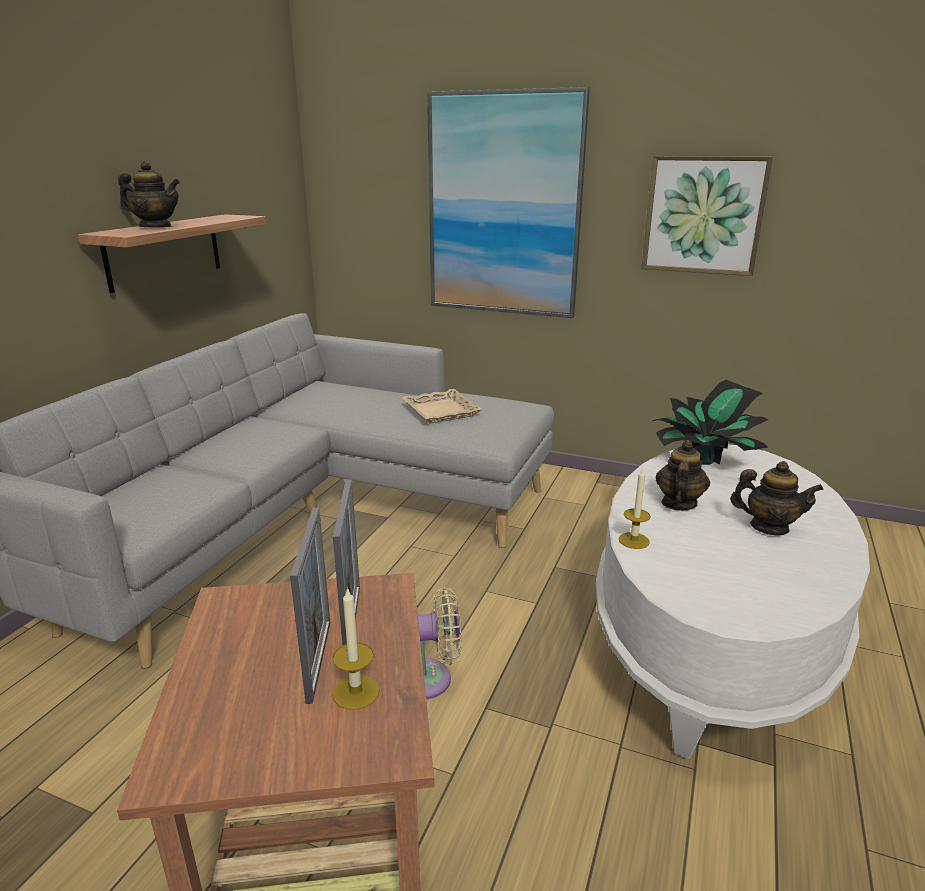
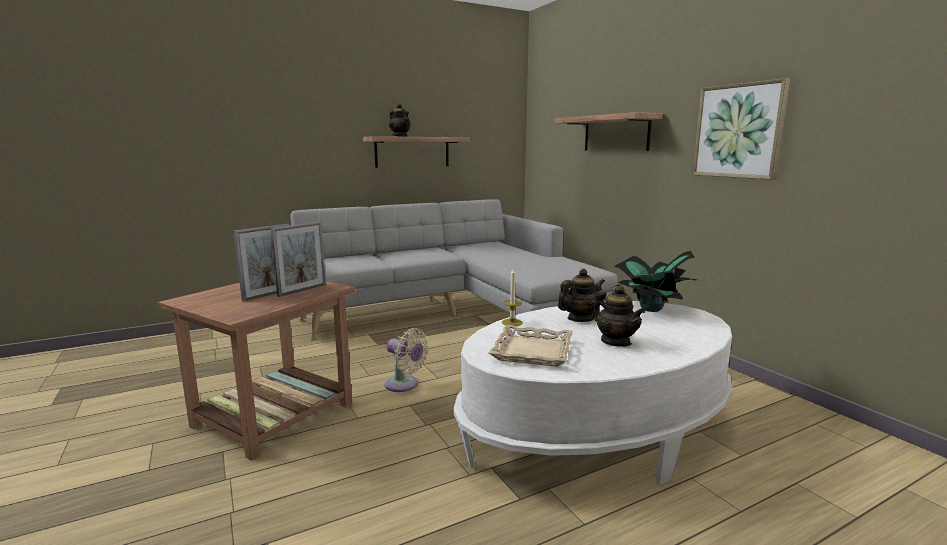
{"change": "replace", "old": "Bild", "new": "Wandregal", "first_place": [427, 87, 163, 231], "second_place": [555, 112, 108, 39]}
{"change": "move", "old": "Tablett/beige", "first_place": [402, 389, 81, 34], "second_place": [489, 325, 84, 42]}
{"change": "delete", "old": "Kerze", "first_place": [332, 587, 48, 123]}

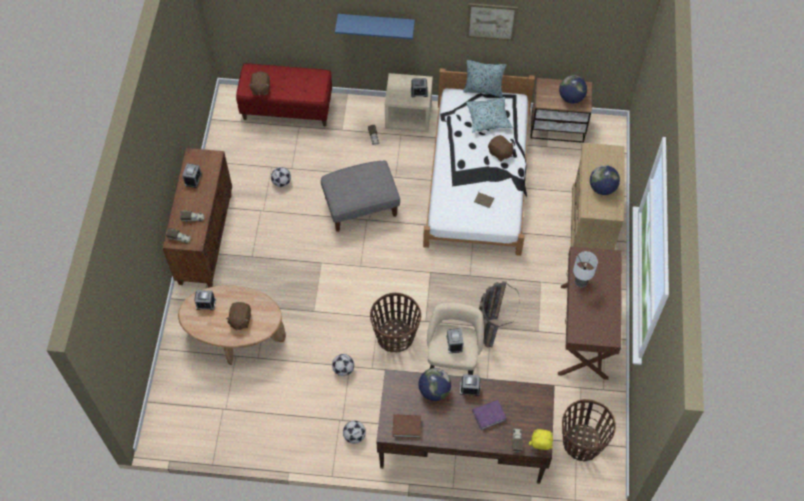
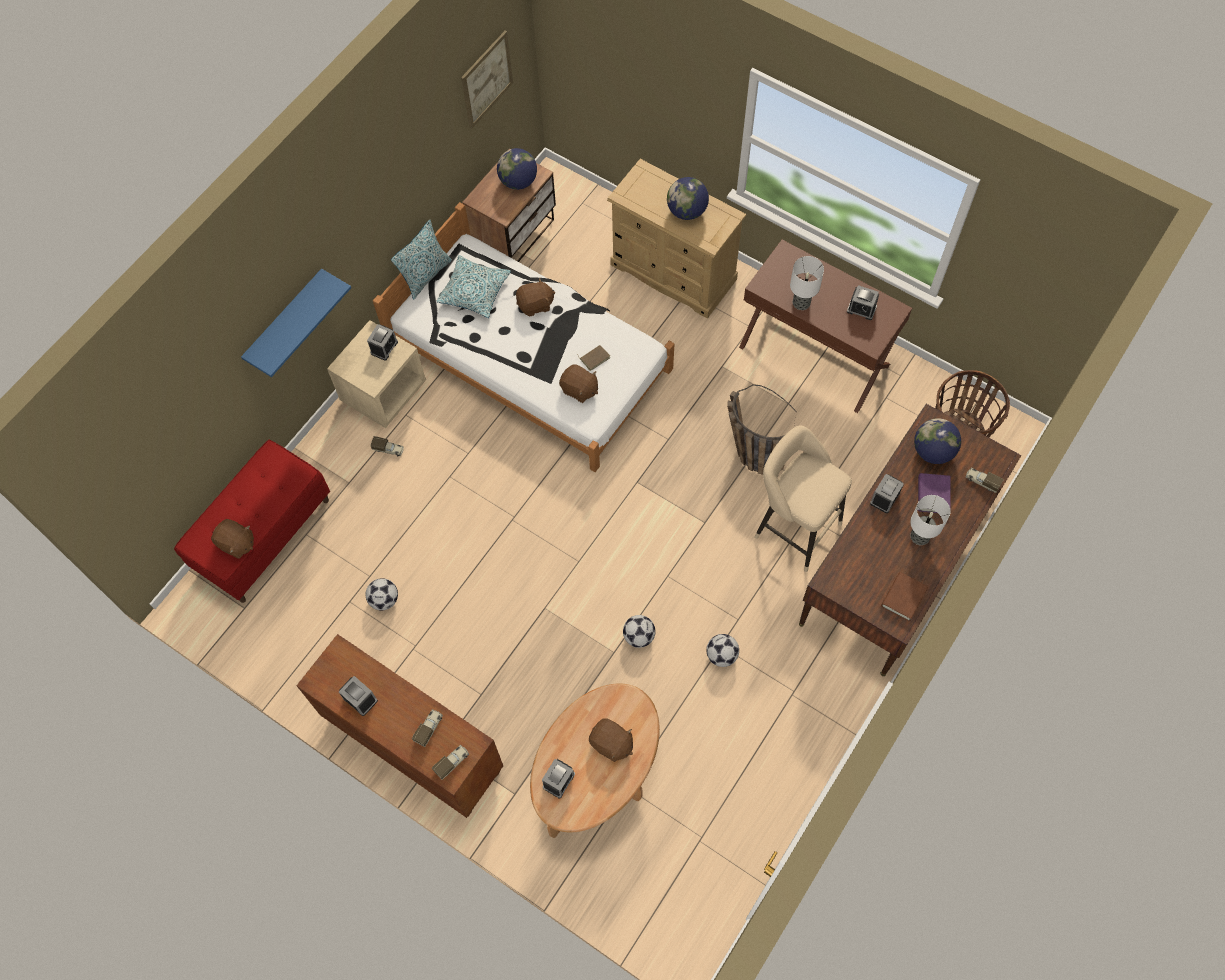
{"change": "move", "old": "Bild", "first_place": [466, 3, 52, 38], "second_place": [461, 31, 52, 98]}
{"change": "delete", "old": "Polsterhocker/grau", "first_place": [321, 161, 79, 71]}
{"change": "delete", "old": "Korb", "first_place": [370, 293, 51, 60]}
{"change": "move", "old": "Wecker", "first_place": [447, 328, 16, 25], "second_place": [847, 285, 32, 35]}
{"change": "move", "old": "Globus", "first_place": [418, 368, 33, 33], "second_place": [914, 418, 47, 46]}
{"change": "move", "old": "Fußball", "first_place": [343, 421, 23, 23], "second_place": [623, 615, 32, 33]}
{"change": "delete", "old": "Plüschtier/gelb", "first_place": [529, 429, 24, 21]}
{"change": "insert", "new": "Plüschtier/braun", "second_place": [559, 364, 39, 39]}
{"change": "insert", "new": "Tischlampe", "second_place": [910, 495, 40, 50]}

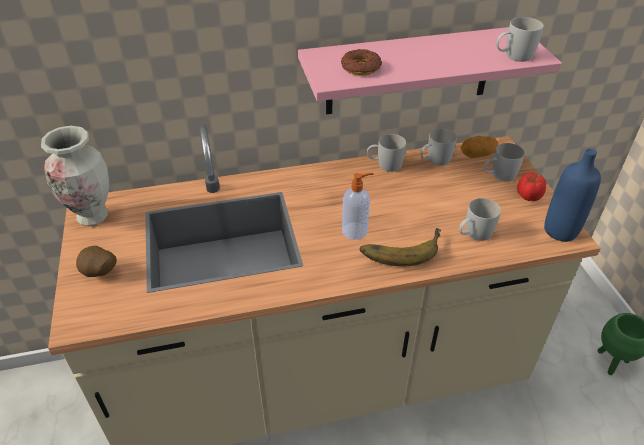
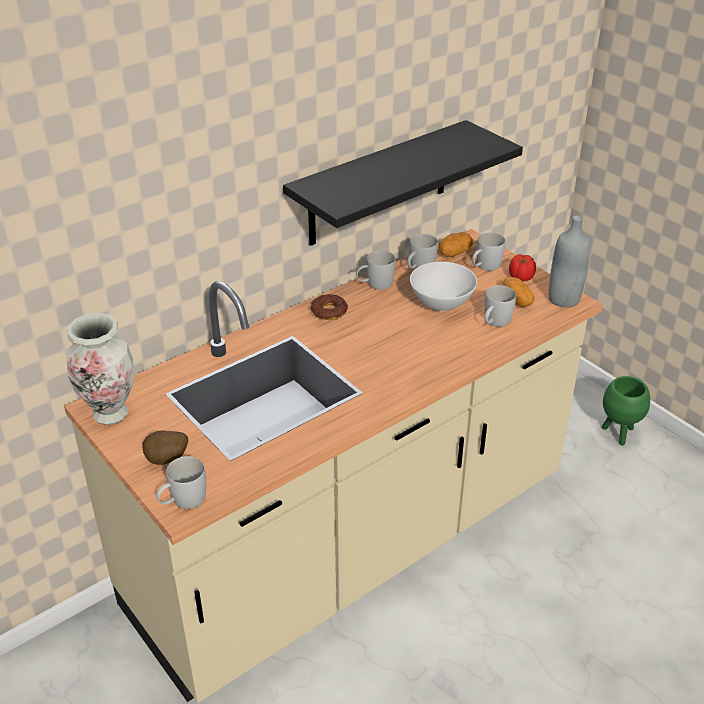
{"change": "move", "old": "Henkelbecher/weiß", "first_place": [496, 17, 48, 45], "second_place": [156, 456, 50, 53]}
{"change": "recolor", "old": "Wandregal/rosa", "new": "Wandregal/schwarz", "first_place": [298, 27, 264, 87], "second_place": [283, 120, 240, 126]}
{"change": "move", "old": "Donut", "first_place": [341, 49, 41, 26], "second_place": [311, 294, 37, 26]}
{"change": "recolor", "old": "Flasche/blau", "new": "Flasche/grau", "first_place": [544, 149, 57, 93], "second_place": [549, 216, 41, 92]}
{"change": "delete", "old": "Seifenspender", "first_place": [342, 173, 32, 67]}
{"change": "delete", "old": "Banane", "first_place": [360, 228, 81, 39]}
{"change": "insert", "new": "Schüssel/weiß", "second_place": [410, 262, 67, 49]}
{"change": "insert", "new": "Kartoffel", "second_place": [503, 277, 31, 30]}

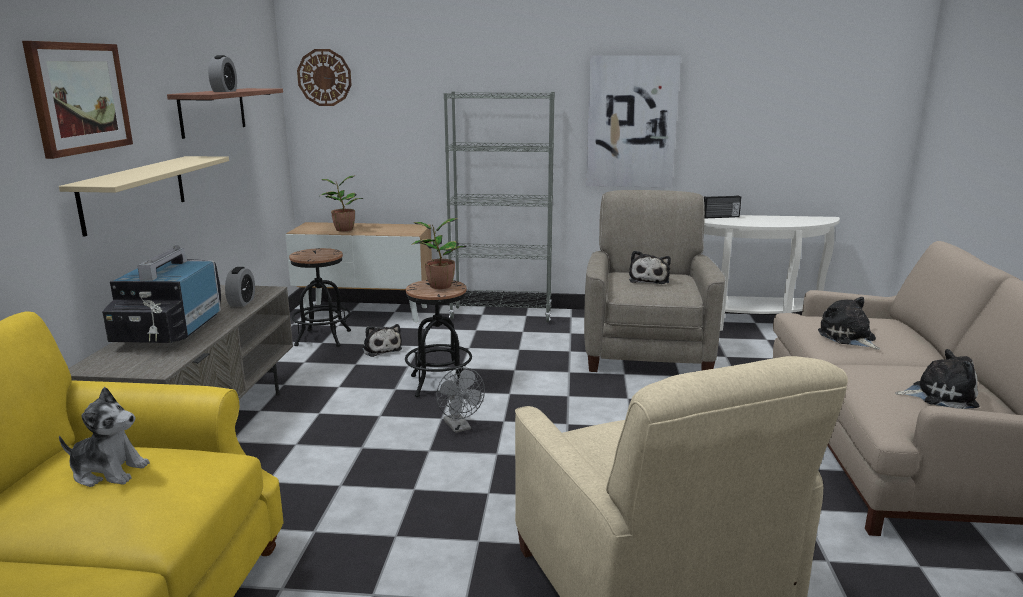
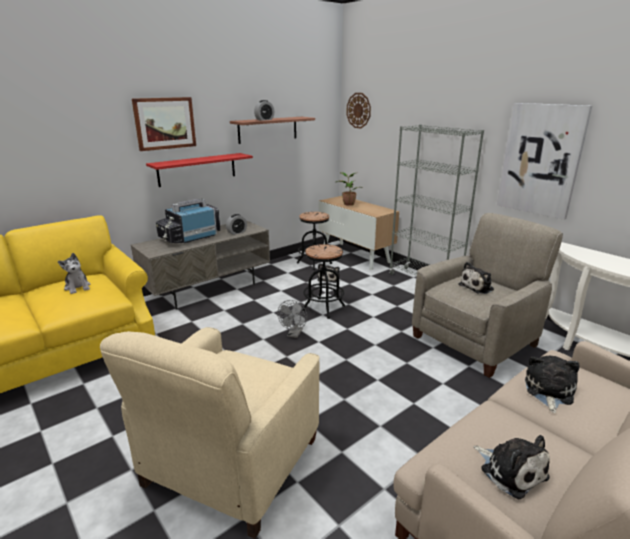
{"change": "recolor", "old": "Wandregal/beige", "new": "Wandregal/rot", "first_place": [59, 156, 170, 81], "second_place": [146, 153, 107, 34]}
{"change": "delete", "old": "Radio", "first_place": [704, 195, 37, 23]}
{"change": "delete", "old": "Topfpflanze", "first_place": [411, 218, 55, 71]}

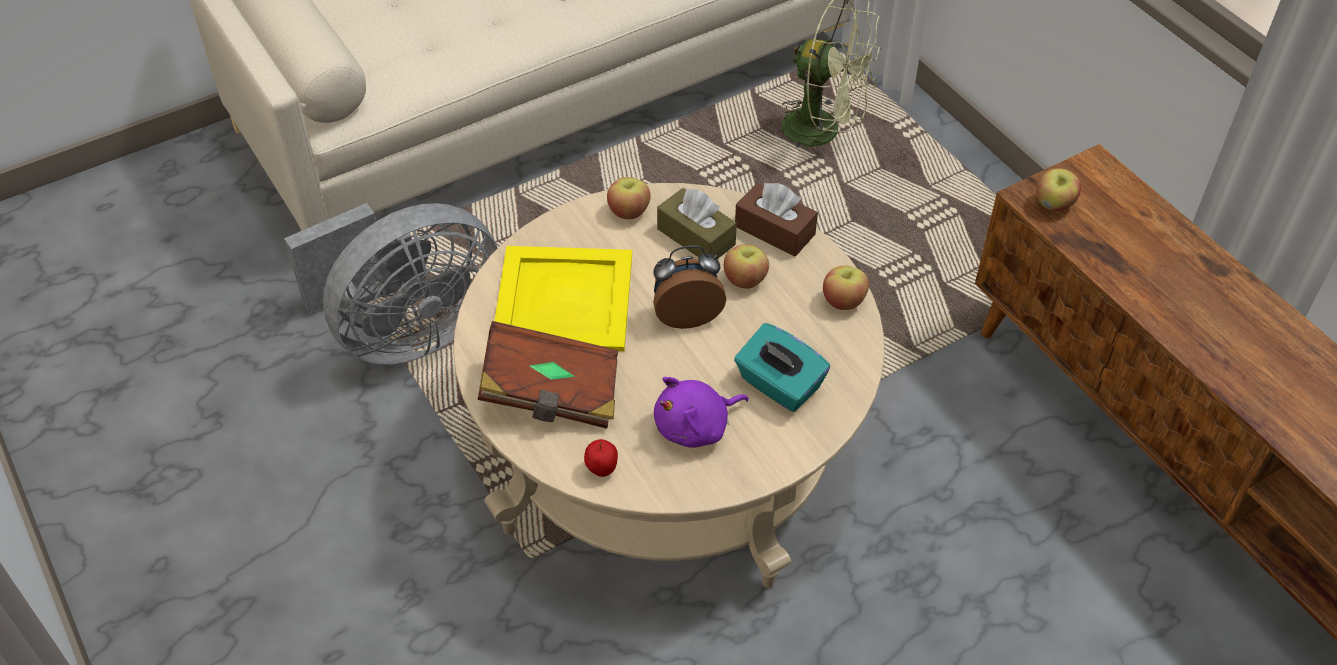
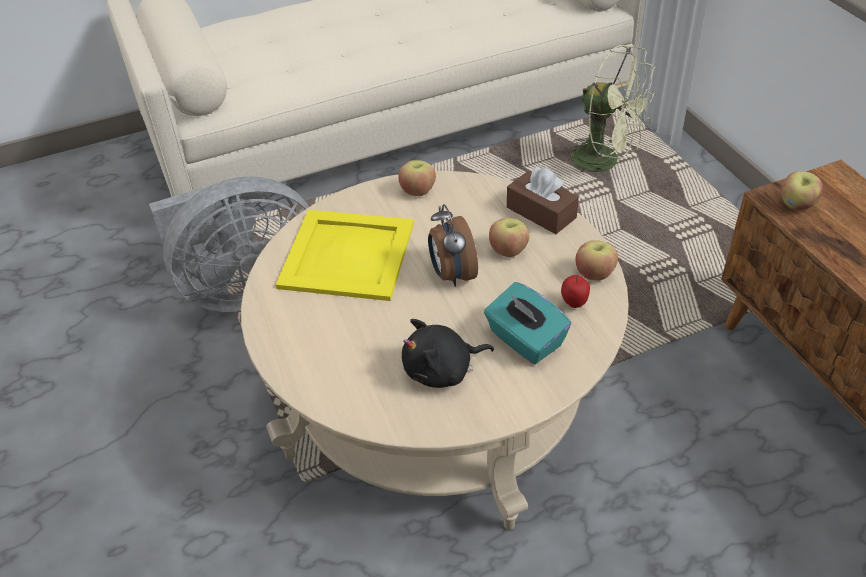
{"change": "delete", "old": "Taschentuchbox/braun", "first_place": [657, 188, 80, 71]}
{"change": "rotate", "old": "Wecker", "first_place": [653, 246, 73, 83], "second_place": [428, 204, 50, 83], "degrees": -105}
{"change": "delete", "old": "Buch/braun", "first_place": [478, 321, 140, 108]}
{"change": "recolor", "old": "Plüschtier/lila", "new": "Plüschtier/schwarz", "first_place": [654, 377, 95, 70], "second_place": [402, 319, 92, 69]}
{"change": "move", "old": "Apfel", "first_place": [584, 439, 34, 38], "second_place": [561, 275, 29, 33]}

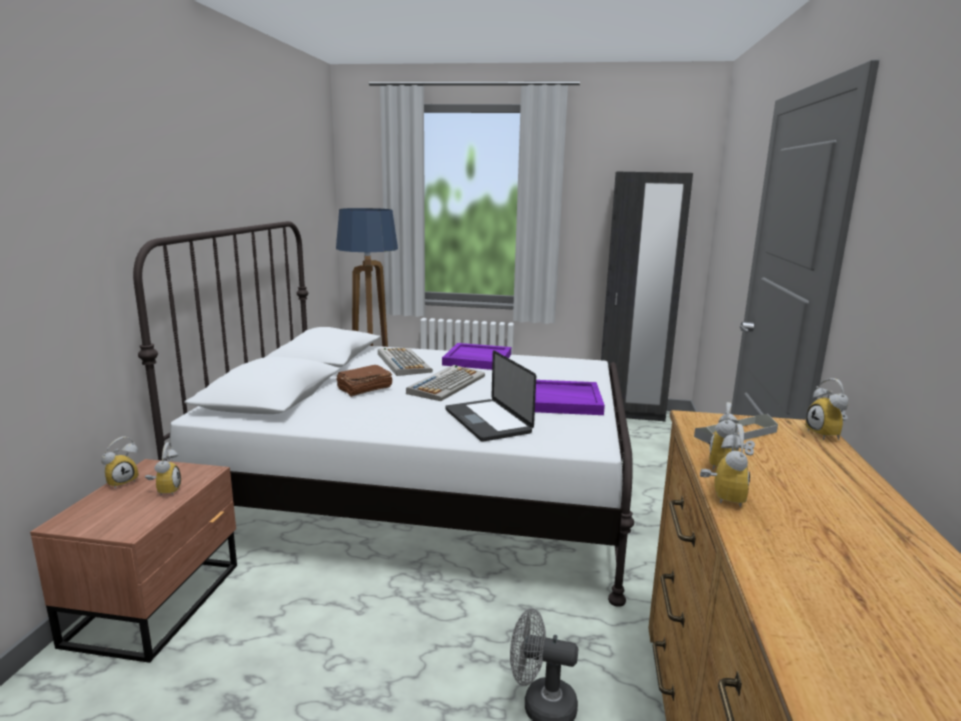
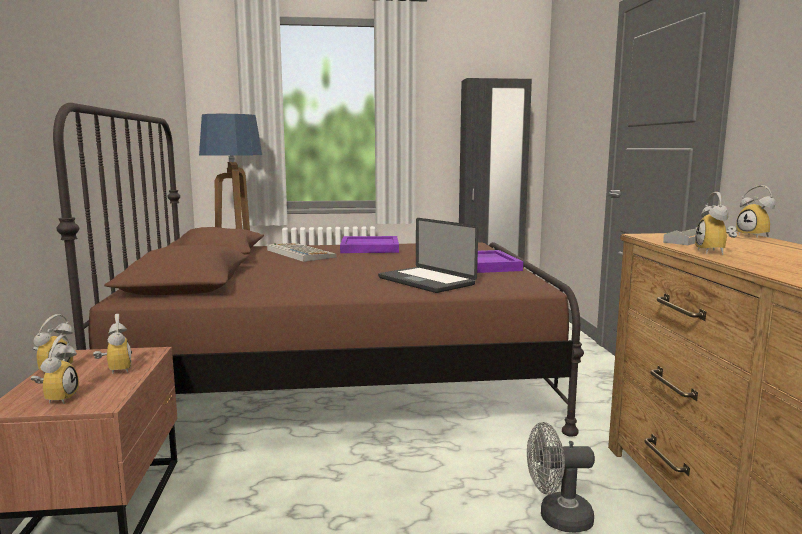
{"change": "recolor", "old": "Bett/weiß", "new": "Bett/braun", "first_place": [133, 221, 501, 386], "second_place": [53, 103, 531, 334]}
{"change": "delete", "old": "Buch/braun", "first_place": [336, 365, 56, 32]}
{"change": "delete", "old": "Tastatur", "first_place": [406, 365, 79, 36]}
{"change": "move", "old": "Wecker", "first_place": [700, 424, 50, 83], "second_place": [31, 335, 48, 69]}

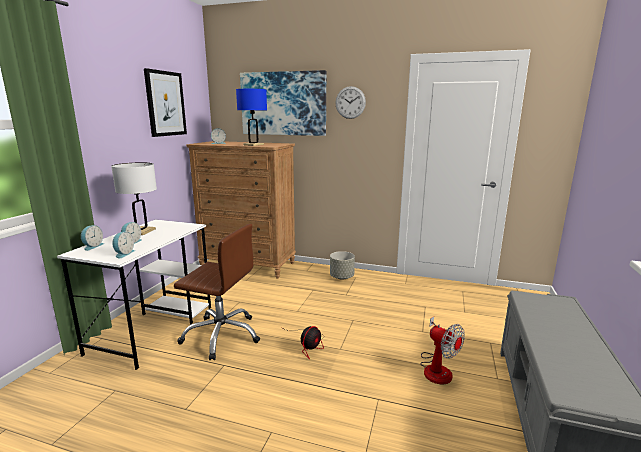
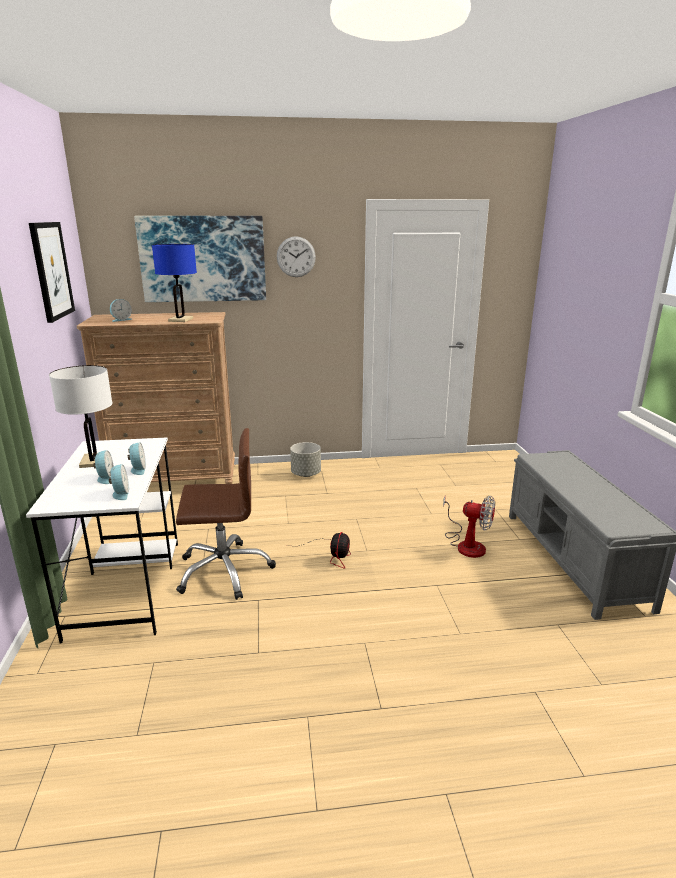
{"change": "move", "old": "Wecker", "first_place": [81, 225, 23, 26], "second_place": [128, 442, 18, 33]}

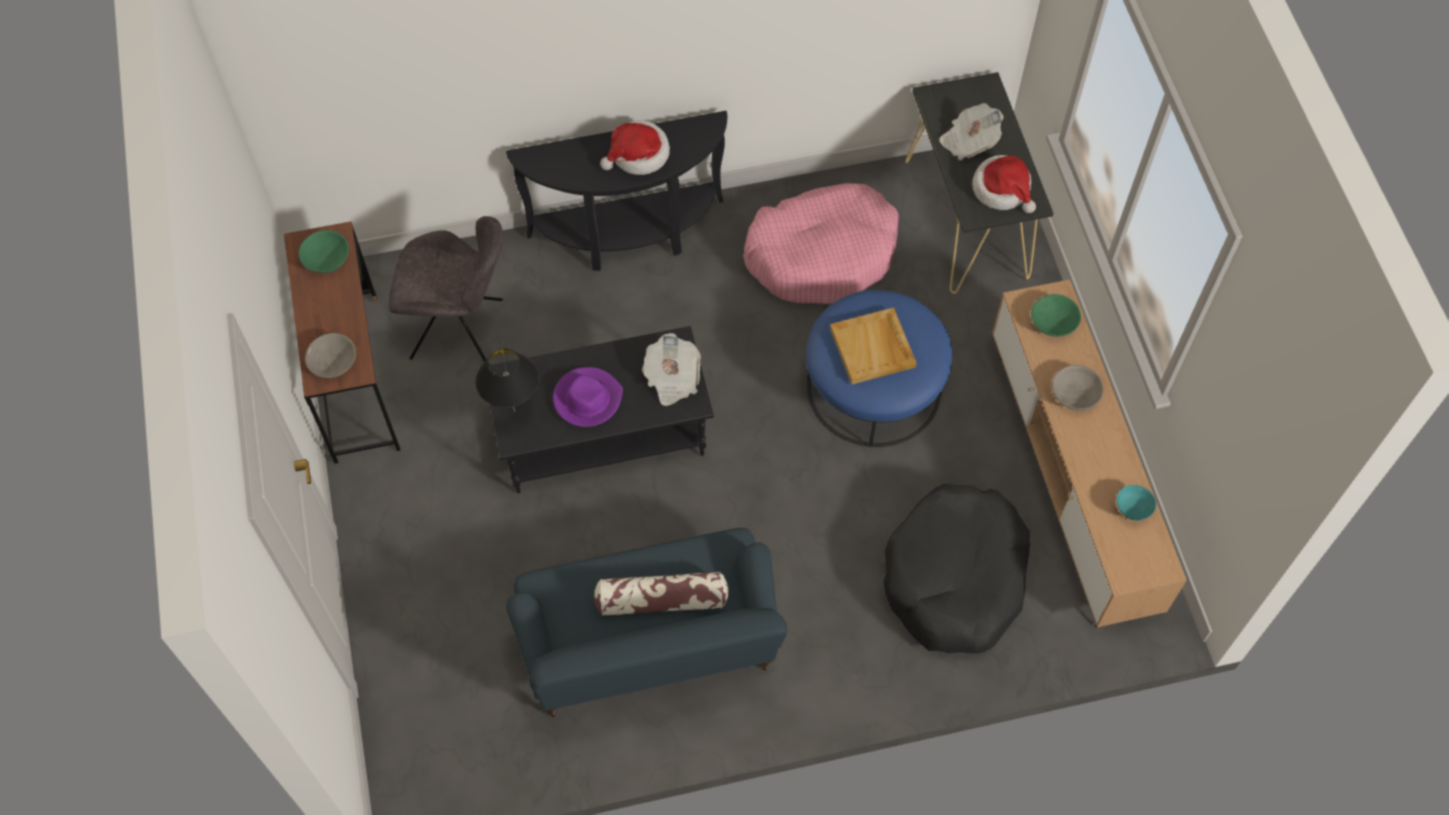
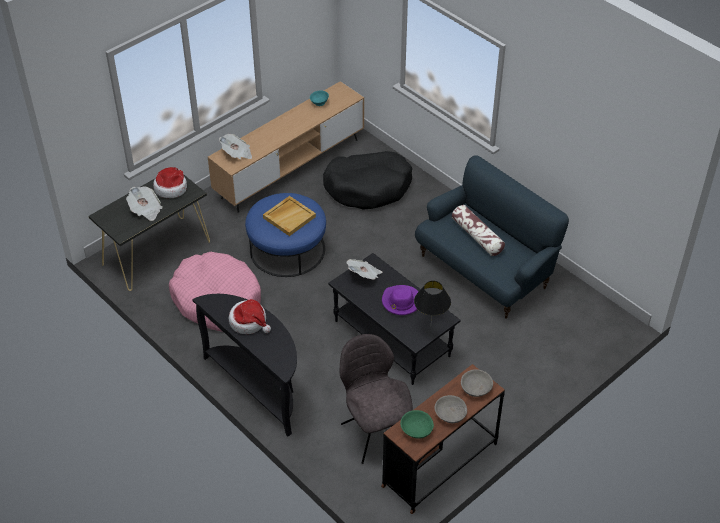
{"change": "replace", "old": "Schüssel/grün", "new": "Zeitung", "first_place": [1031, 294, 50, 43], "second_place": [219, 134, 33, 25]}
{"change": "move", "old": "Schüssel/grau", "first_place": [1052, 365, 52, 46], "second_place": [434, 395, 33, 28]}

